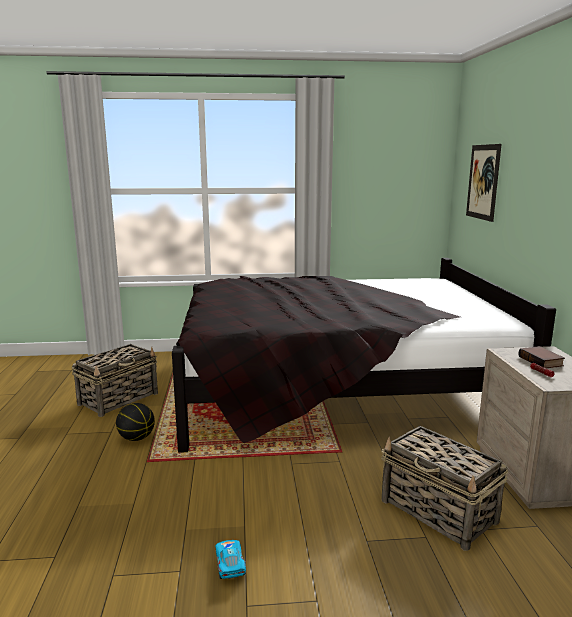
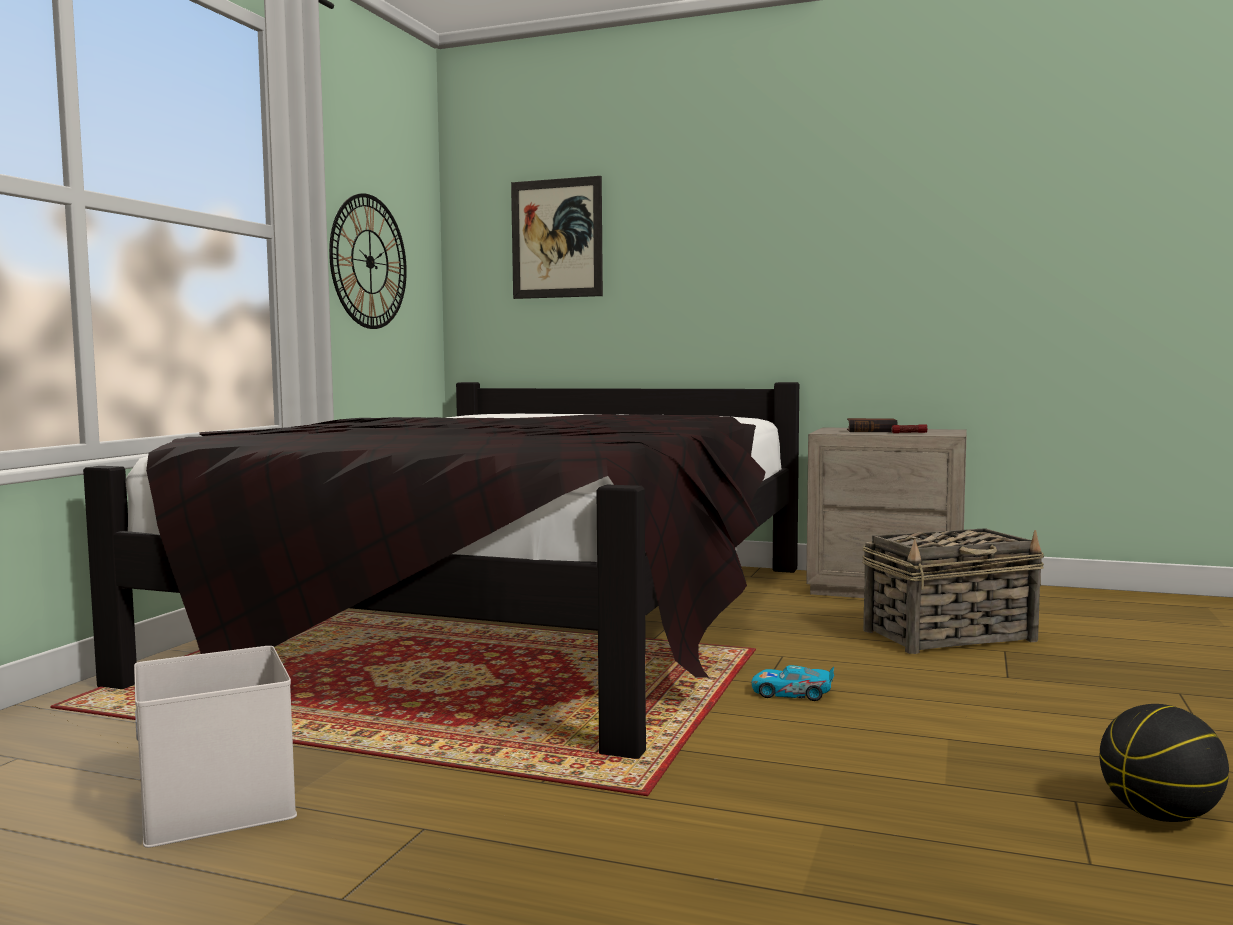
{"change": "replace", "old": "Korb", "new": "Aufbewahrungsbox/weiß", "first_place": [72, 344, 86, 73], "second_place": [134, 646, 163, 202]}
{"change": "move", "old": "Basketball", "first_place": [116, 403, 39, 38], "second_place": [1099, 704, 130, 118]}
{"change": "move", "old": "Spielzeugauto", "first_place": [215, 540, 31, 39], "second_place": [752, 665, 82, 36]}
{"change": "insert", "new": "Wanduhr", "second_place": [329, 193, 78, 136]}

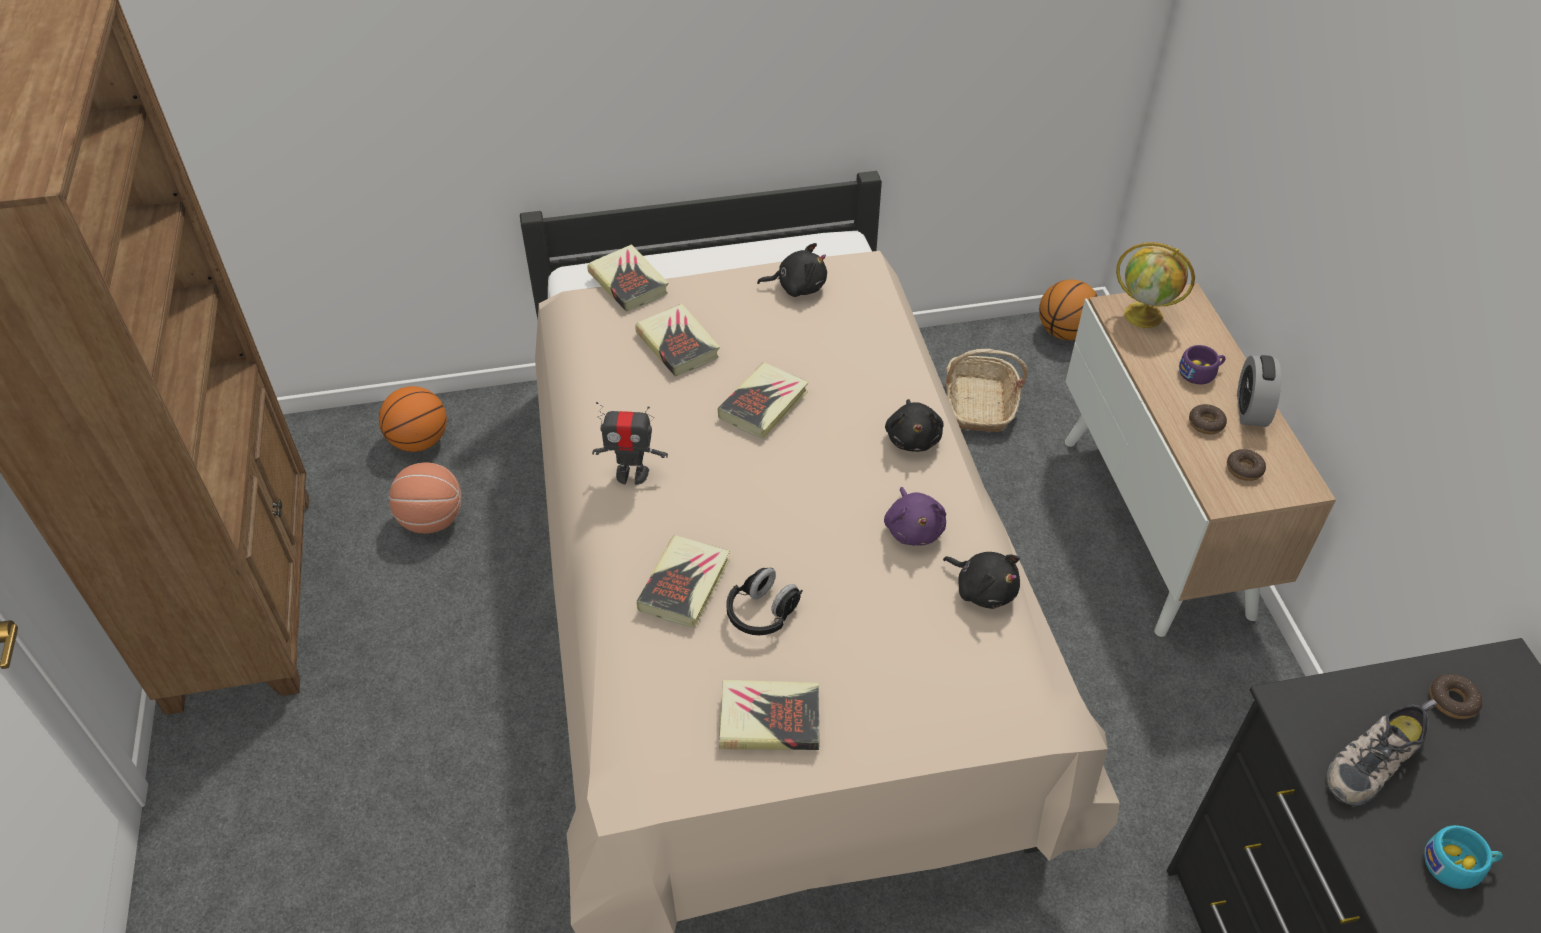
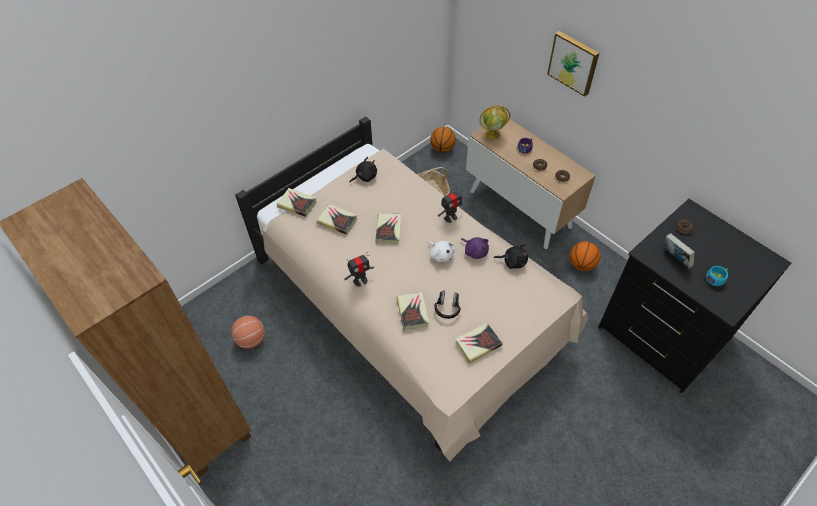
{"change": "delete", "old": "Wecker", "first_place": [1237, 355, 44, 72]}
{"change": "move", "old": "Basketball", "first_place": [379, 386, 68, 66], "second_place": [570, 241, 30, 30]}
{"change": "replace", "old": "Plüschtier/schwarz", "new": "Spielzeugroboter", "first_place": [885, 399, 59, 53], "second_place": [438, 188, 26, 35]}
{"change": "replace", "old": "Schuh", "new": "Buch", "first_place": [1326, 699, 112, 107], "second_place": [665, 233, 30, 35]}
{"change": "insert", "new": "Bild", "second_place": [547, 31, 52, 66]}
{"change": "insert", "new": "Plüschtier/weiß", "second_place": [428, 241, 26, 22]}

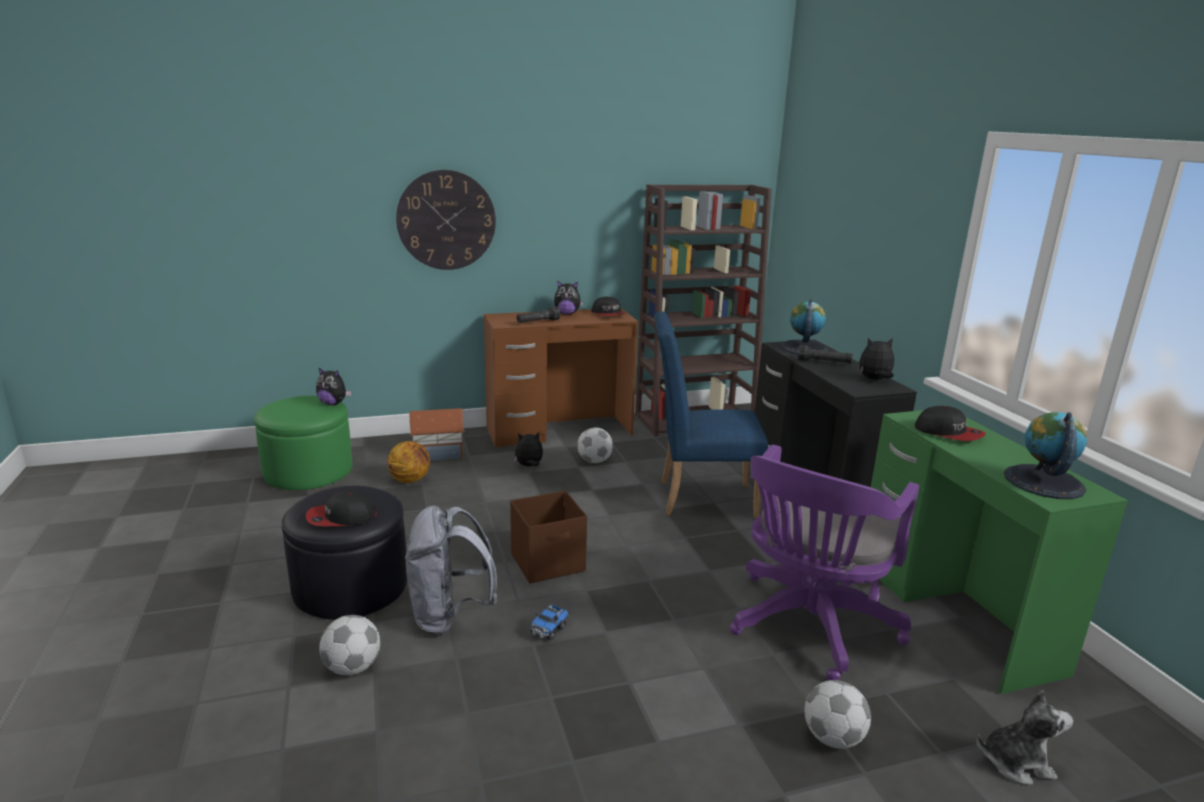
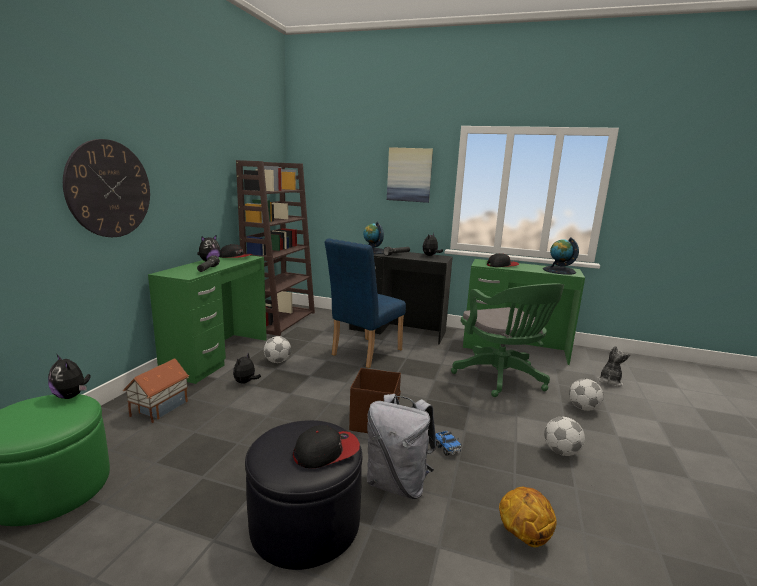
{"change": "recolor", "old": "Schreibtisch/braun", "new": "Schreibtisch/grün", "first_place": [484, 308, 154, 139], "second_place": [148, 255, 119, 129]}
{"change": "rotate", "old": "Plüschtier", "first_place": [316, 368, 36, 37], "second_place": [48, 354, 43, 45], "degrees": 75}
{"change": "move", "old": "Basketball", "first_place": [387, 441, 43, 42], "second_place": [499, 487, 58, 60]}
{"change": "recolor", "old": "Bürostuhl/lila", "new": "Bürostuhl/grün", "first_place": [730, 445, 189, 235], "second_place": [451, 283, 113, 114]}
{"change": "rotate", "old": "Kappe", "first_place": [306, 490, 71, 37], "second_place": [293, 425, 67, 43], "degrees": -135}
{"change": "move", "old": "Fußball", "first_place": [320, 615, 60, 61], "second_place": [544, 417, 41, 39]}
{"change": "insert", "new": "Bild", "second_place": [387, 147, 46, 56]}

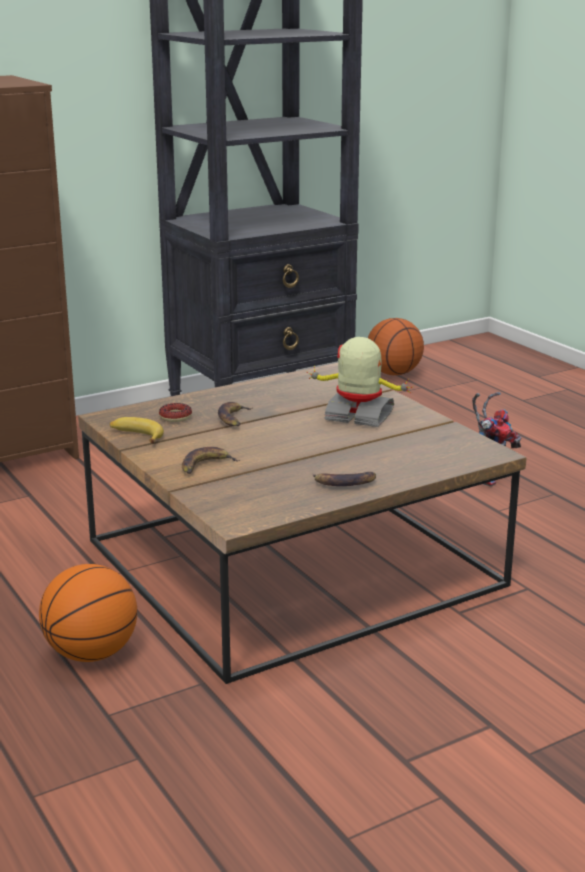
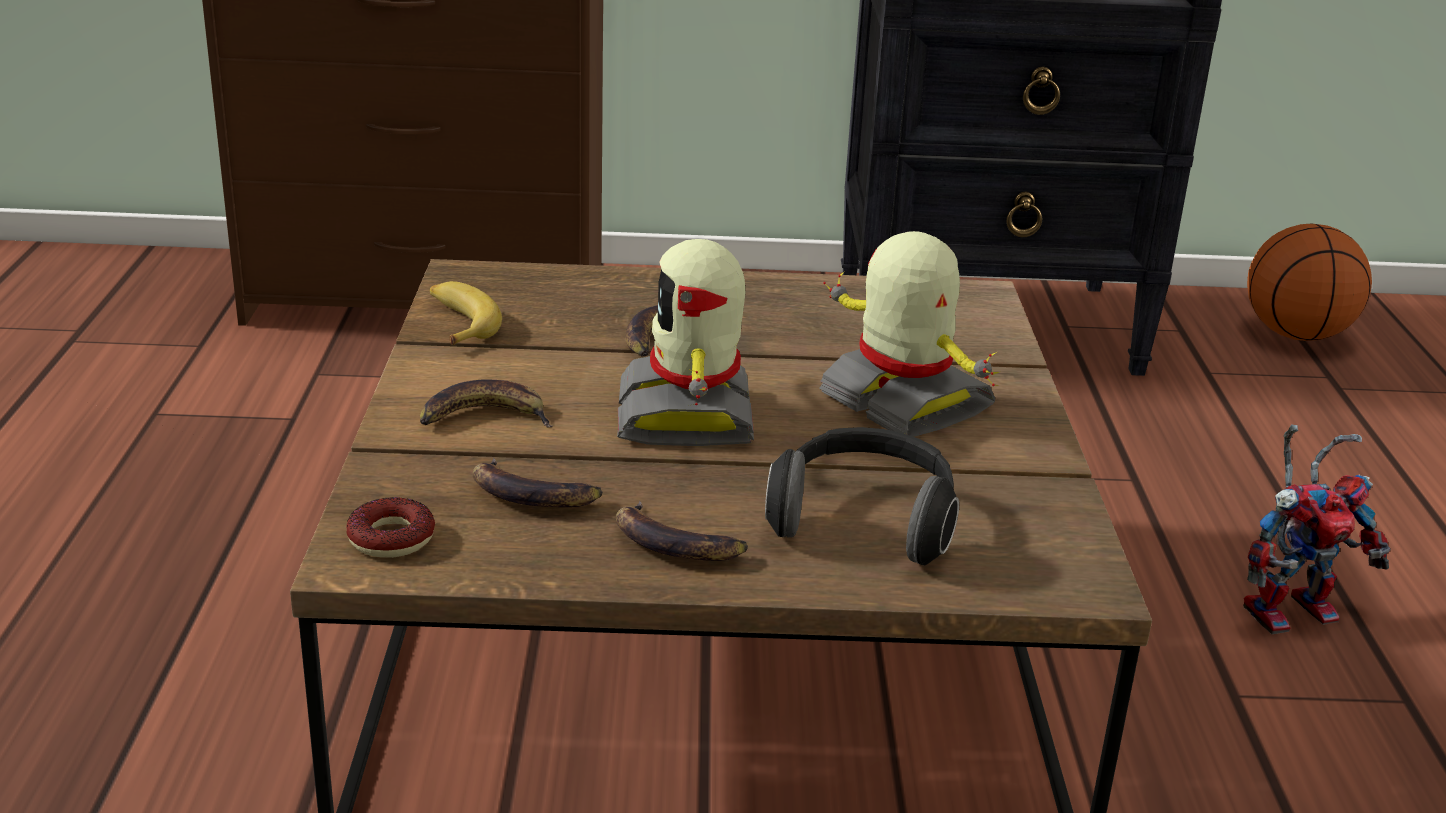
{"change": "move", "old": "Donut", "first_place": [159, 403, 33, 19], "second_place": [346, 497, 89, 61]}
{"change": "delete", "old": "Basketball", "first_place": [39, 564, 98, 98]}
{"change": "insert", "new": "Spielzeugroboter", "second_place": [617, 239, 137, 207]}
{"change": "insert", "new": "Kopfhörer", "second_place": [765, 427, 194, 139]}
{"change": "insert", "new": "Banane", "second_place": [473, 458, 129, 49]}

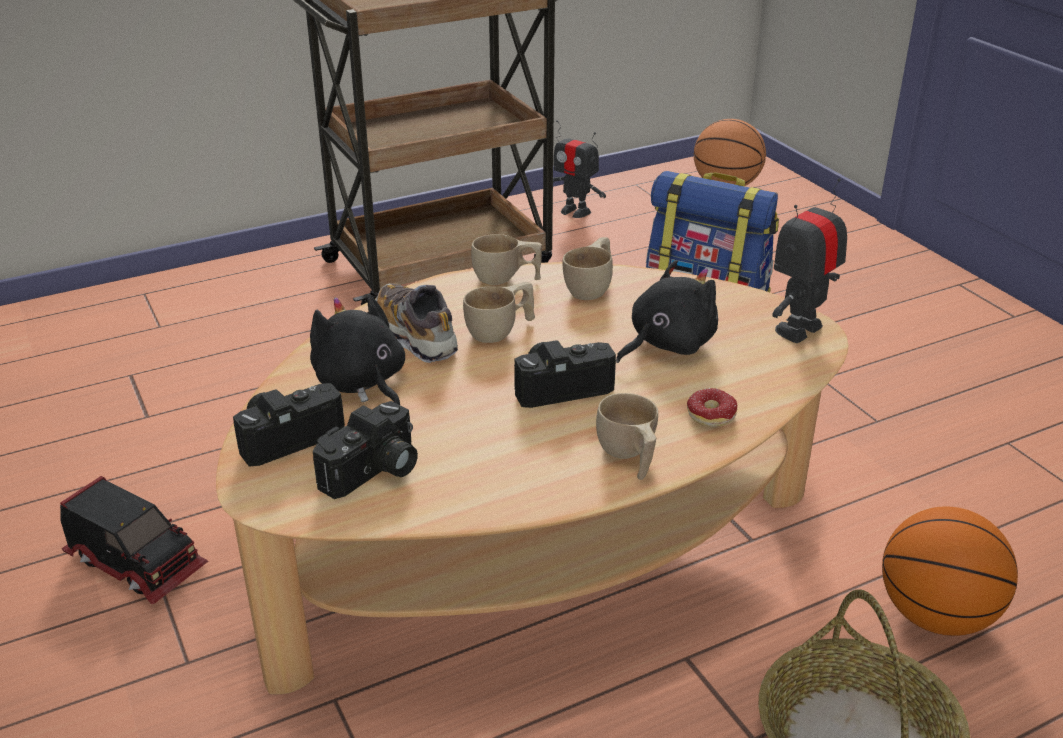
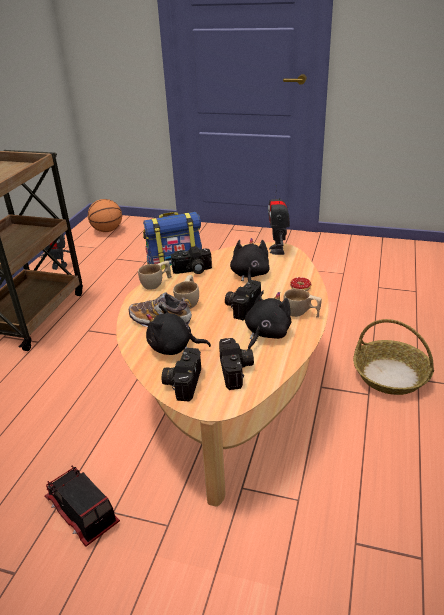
{"change": "replace", "old": "Tasse/beige", "new": "Kamera", "first_place": [563, 237, 50, 63], "second_place": [171, 246, 41, 28]}
{"change": "rotate", "old": "Spielzeuglaster", "first_place": [60, 476, 148, 128], "second_place": [44, 466, 76, 81], "degrees": -120}
{"change": "delete", "old": "Basketball", "first_place": [882, 507, 136, 129]}
{"change": "insert", "new": "Plüschtier/schwarz", "second_place": [245, 291, 46, 58]}

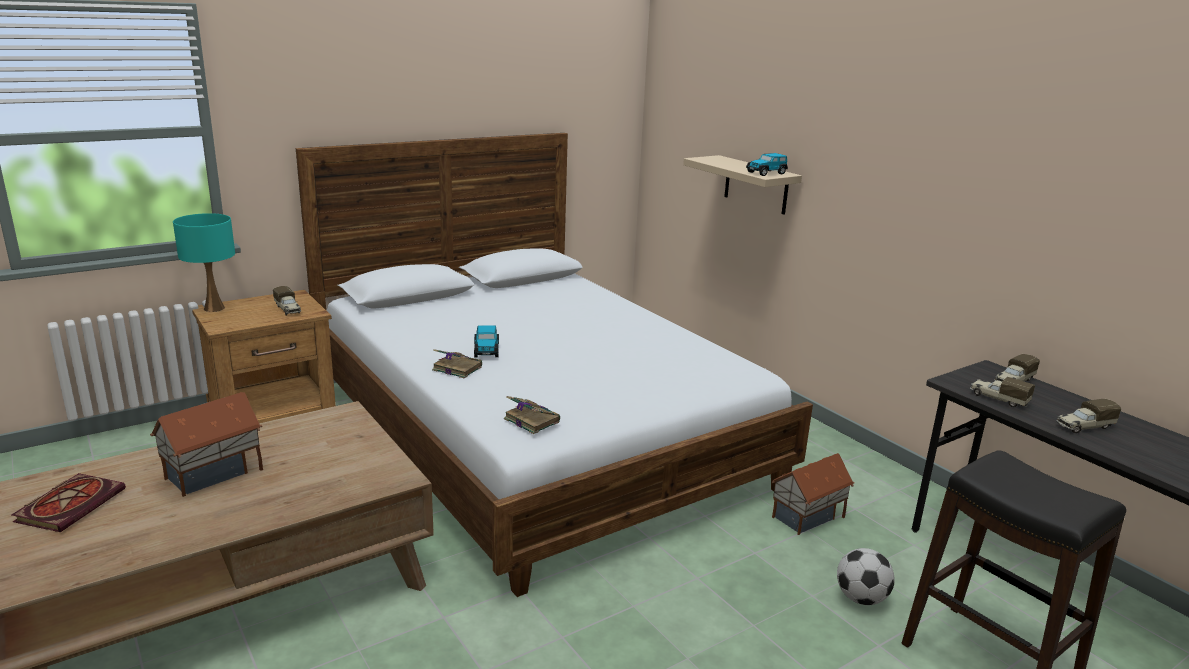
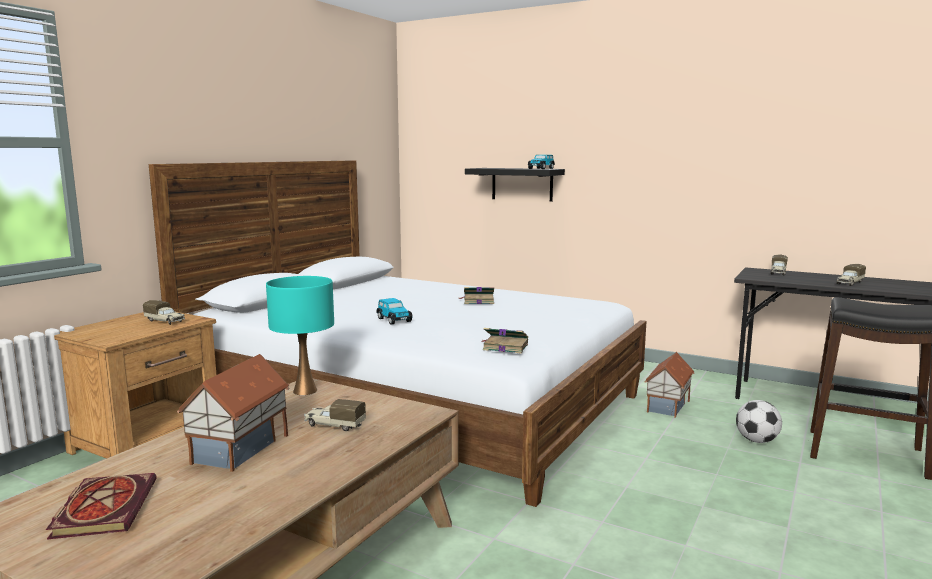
{"change": "recolor", "old": "Wandregal/beige", "new": "Wandregal/schwarz", "first_place": [683, 155, 119, 60], "second_place": [465, 168, 100, 34]}
{"change": "move", "old": "Tischlampe/türkis", "first_place": [173, 213, 62, 99], "second_place": [266, 276, 68, 119]}
{"change": "move", "old": "Buch", "first_place": [432, 349, 50, 30], "second_place": [459, 287, 35, 17]}
{"change": "move", "old": "Spielzeuglaster", "first_place": [970, 377, 65, 30], "second_place": [304, 399, 62, 32]}

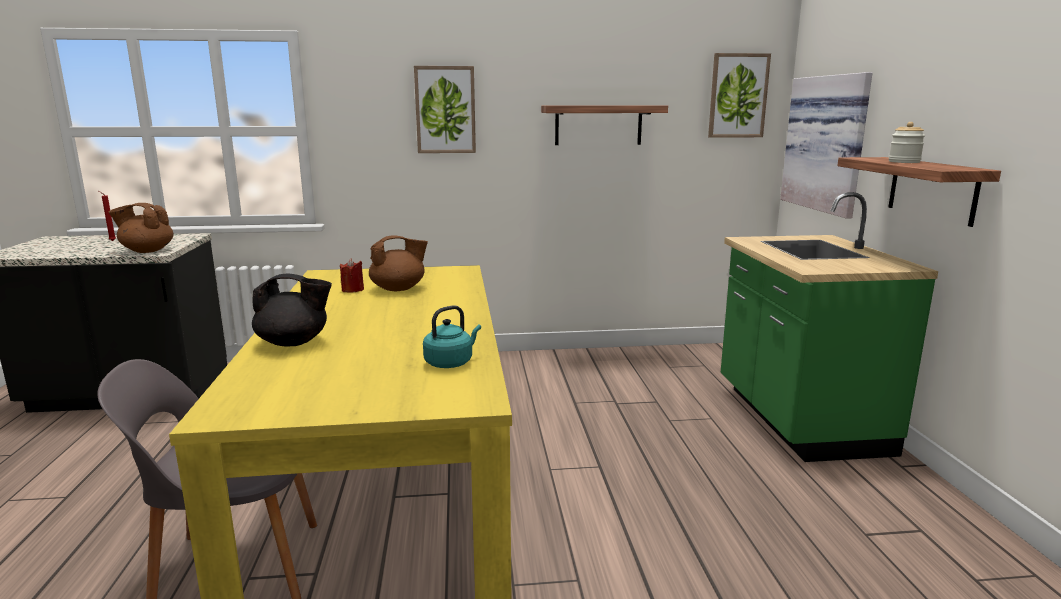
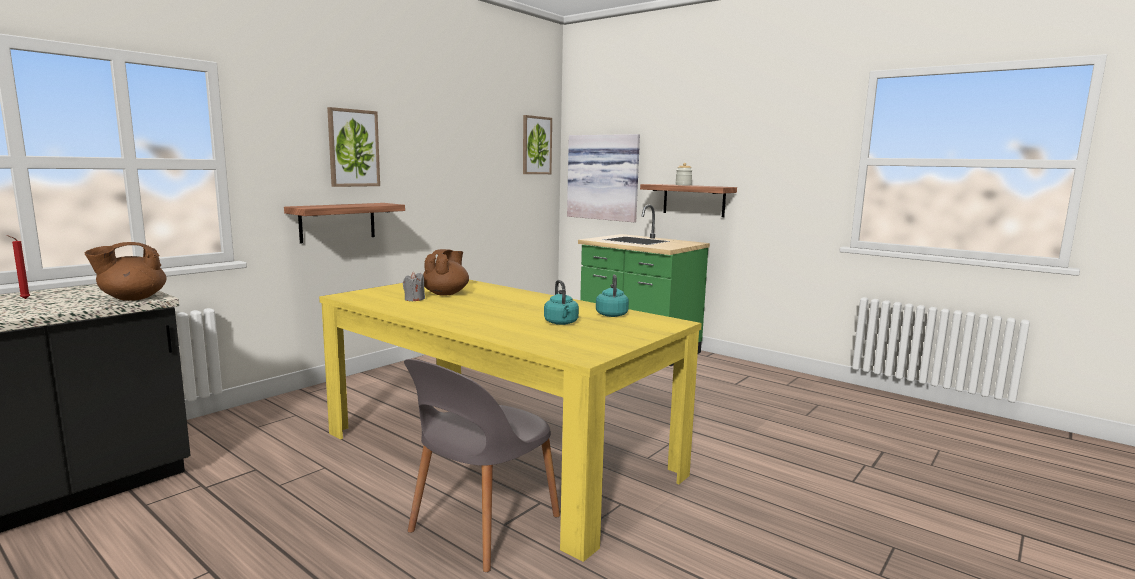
{"change": "move", "old": "Wandregal", "first_place": [541, 105, 127, 40], "second_place": [284, 203, 121, 41]}
{"change": "recolor", "old": "Kerze/rot", "new": "Kerze/grau", "first_place": [340, 258, 24, 34], "second_place": [403, 272, 22, 29]}
{"change": "delete", "old": "Teekanne/schwarz", "first_place": [252, 273, 80, 74]}
{"change": "insert", "new": "Wasserkessel/türkis", "second_place": [544, 280, 35, 45]}

